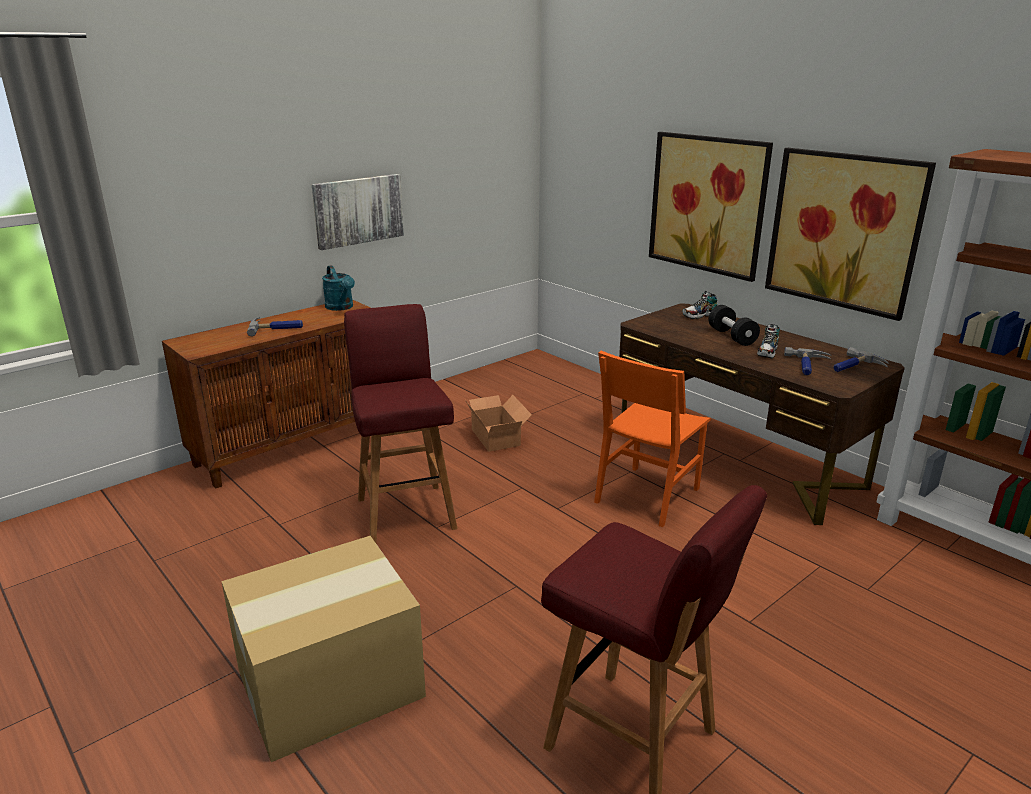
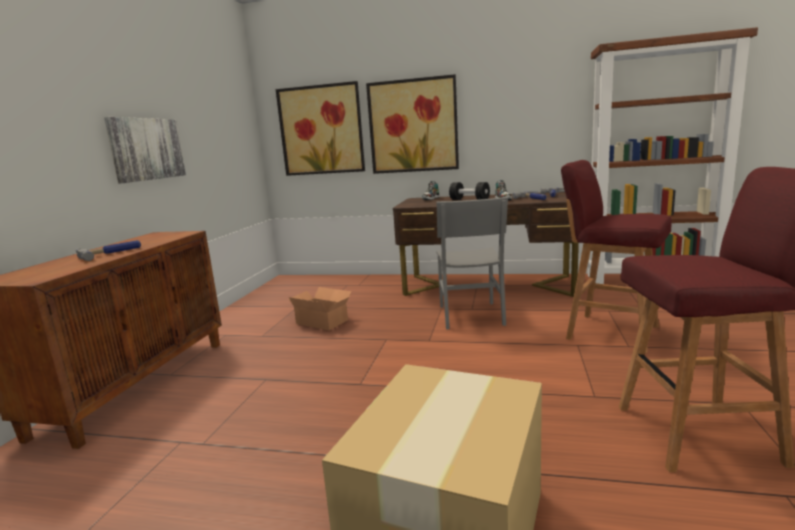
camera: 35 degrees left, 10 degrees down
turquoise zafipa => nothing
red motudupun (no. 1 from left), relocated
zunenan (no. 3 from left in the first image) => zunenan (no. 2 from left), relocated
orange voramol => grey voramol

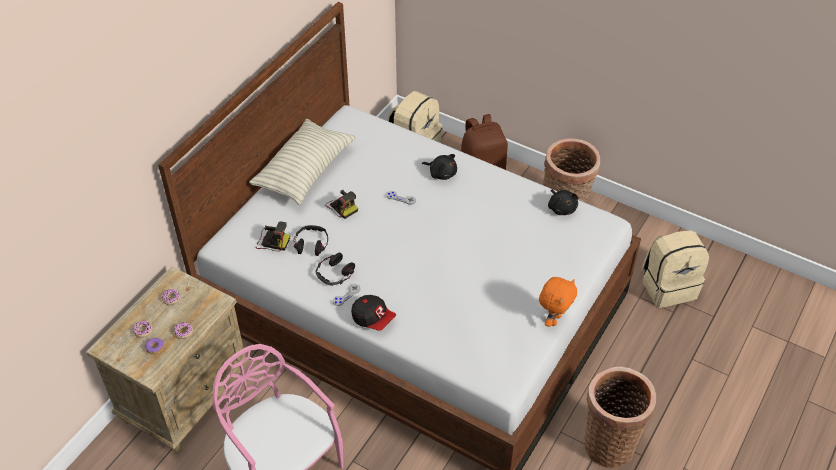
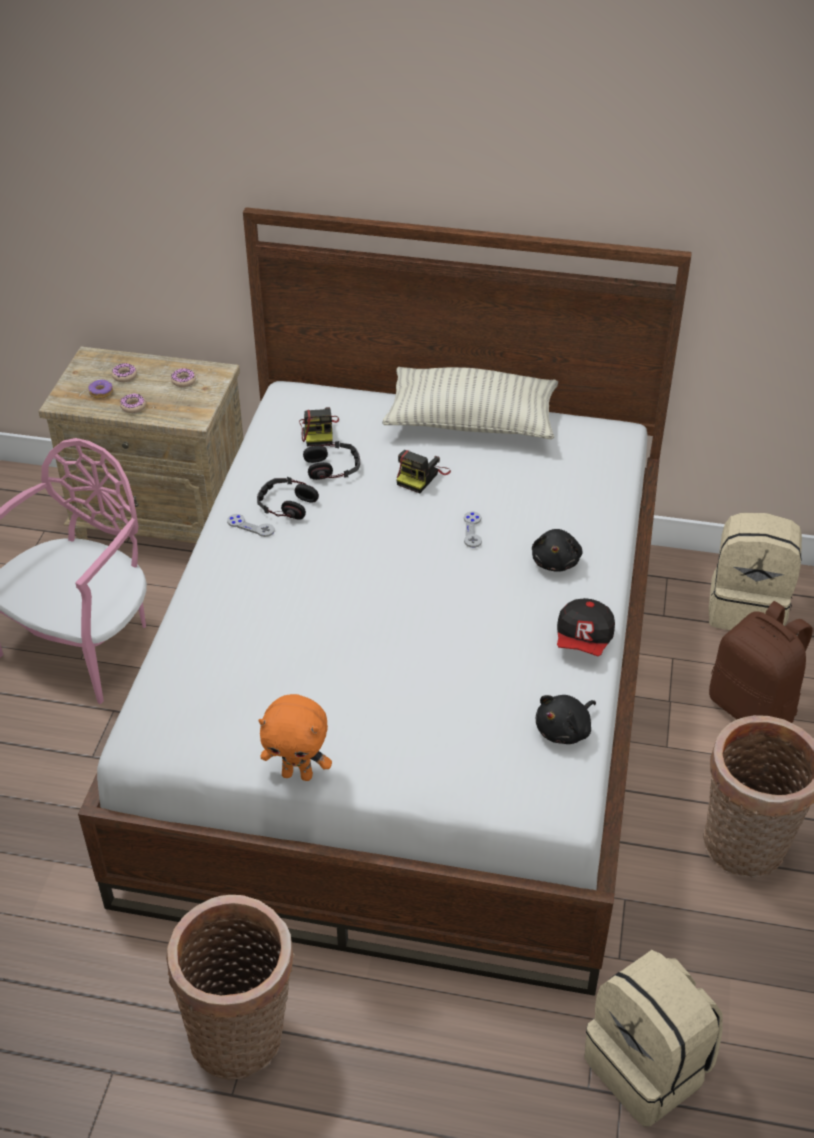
camera: 70 degrees right, 5 degrees down
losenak, relocated

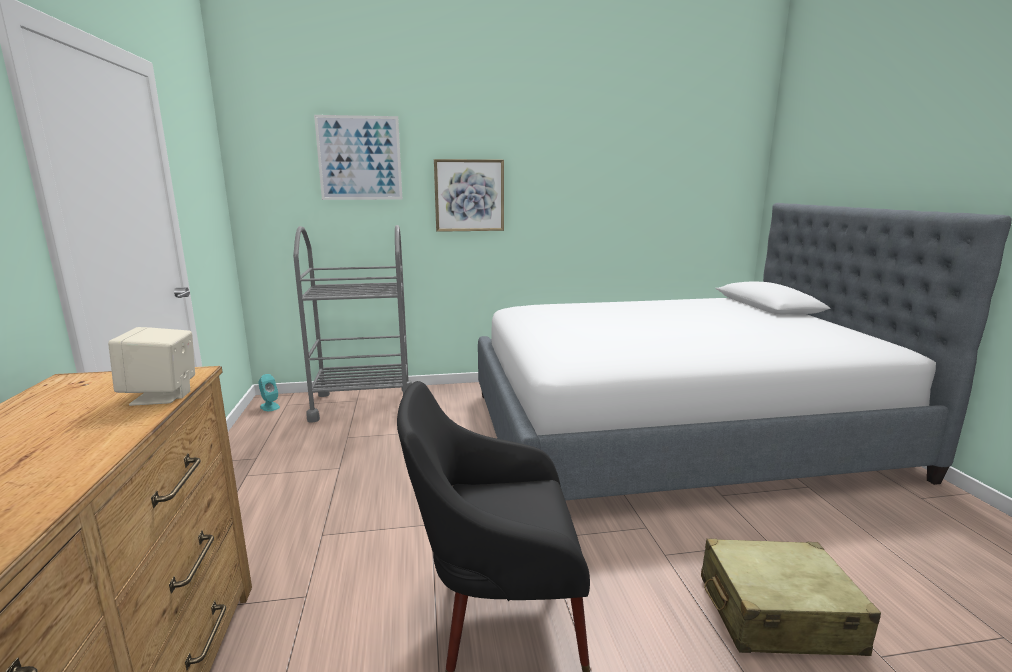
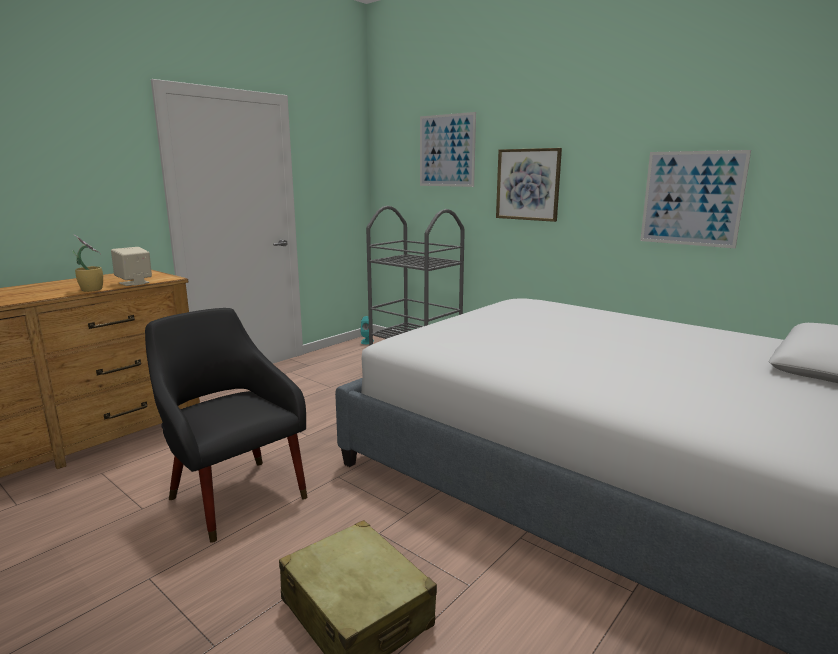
camera: 50 degrees right, 0 degrees up
nothing => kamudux
nothing => zunenan (no. 3 from left)

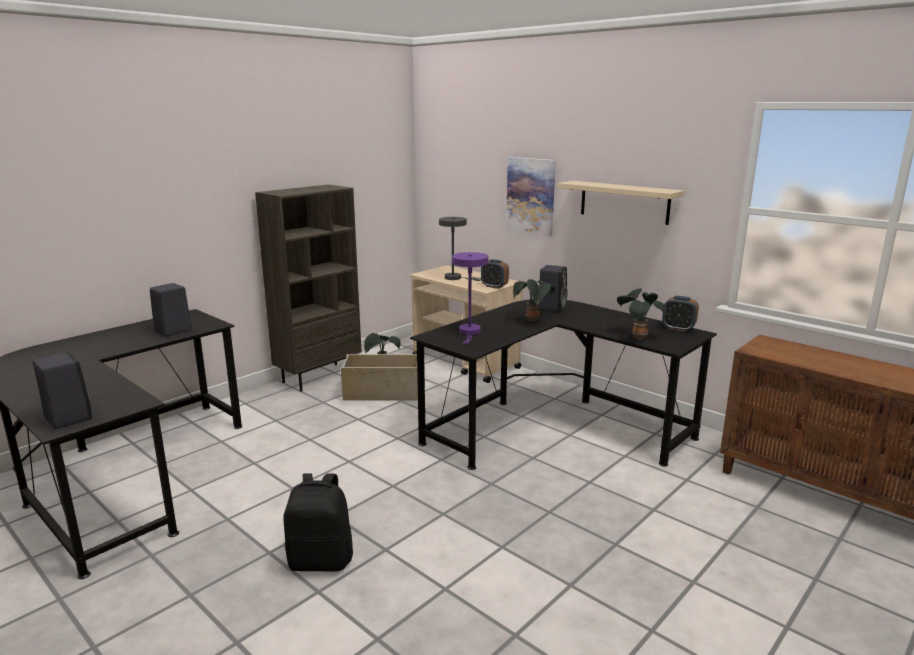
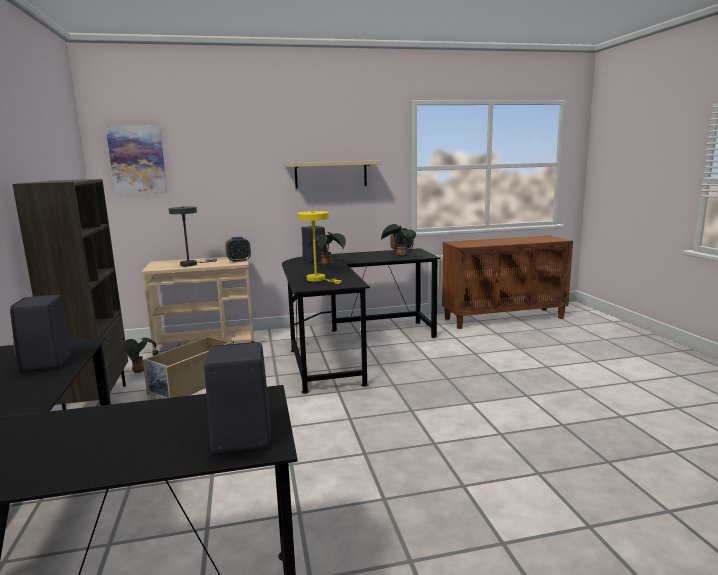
camera: 55 degrees left, 5 degrees down
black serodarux => nothing
zunenan, relocated
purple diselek => yellow diselek

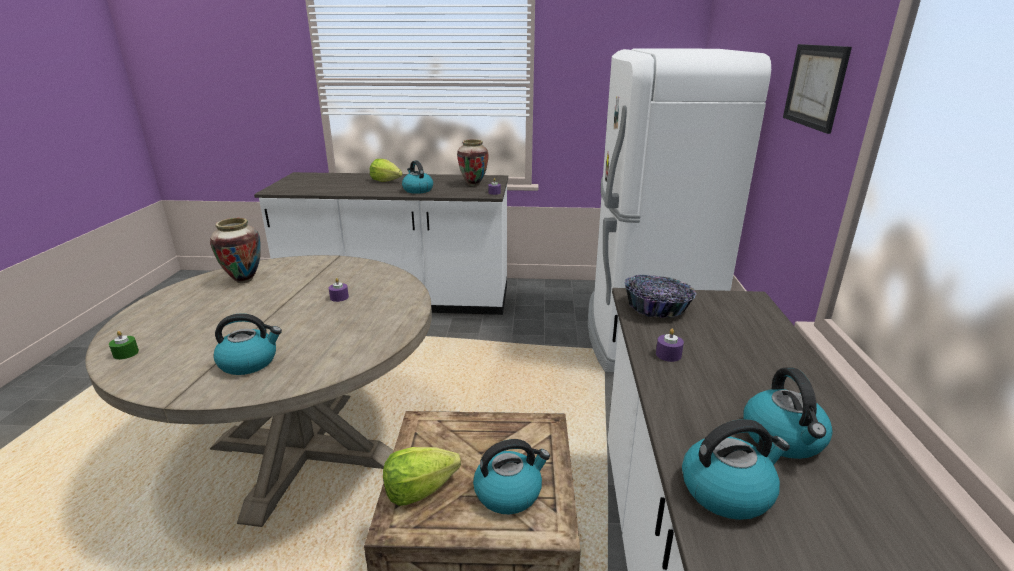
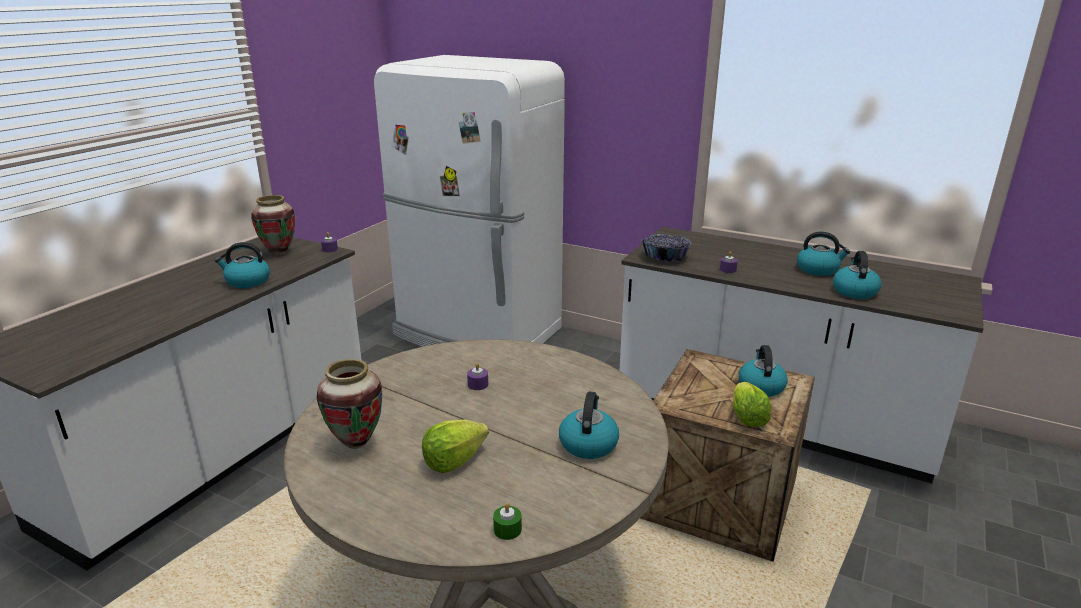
camera: 65 degrees left, 0 degrees up
zunenan => nothing
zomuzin (no. 1 from left), relocated

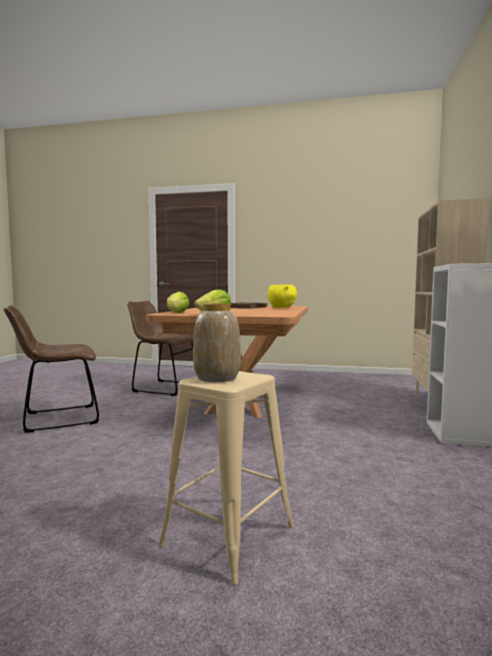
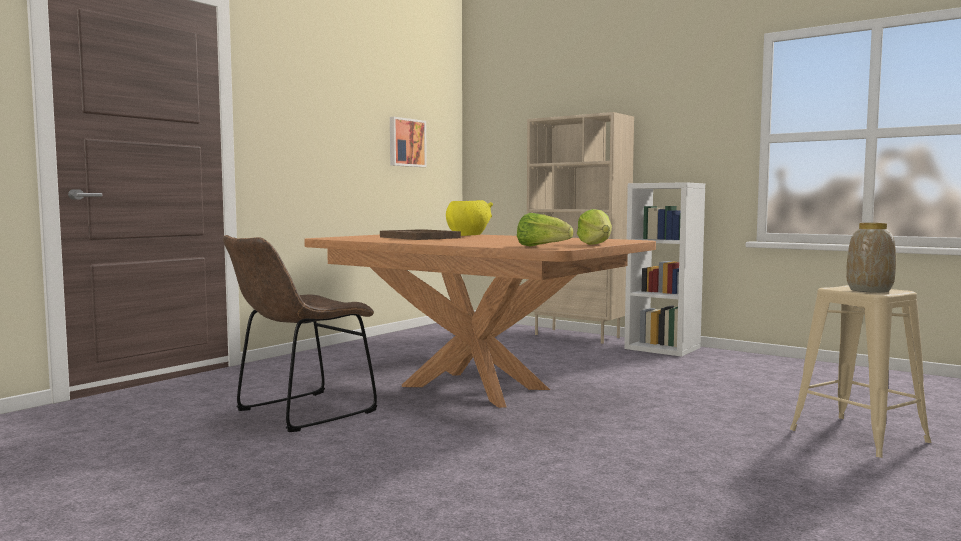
camera: 65 degrees left, 0 degrees up
brown voramol (no. 1 from left) => nothing
nothing => zunenan

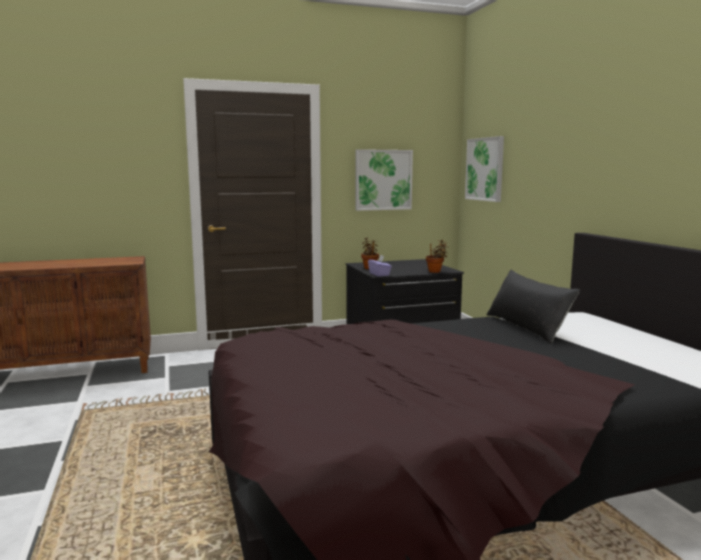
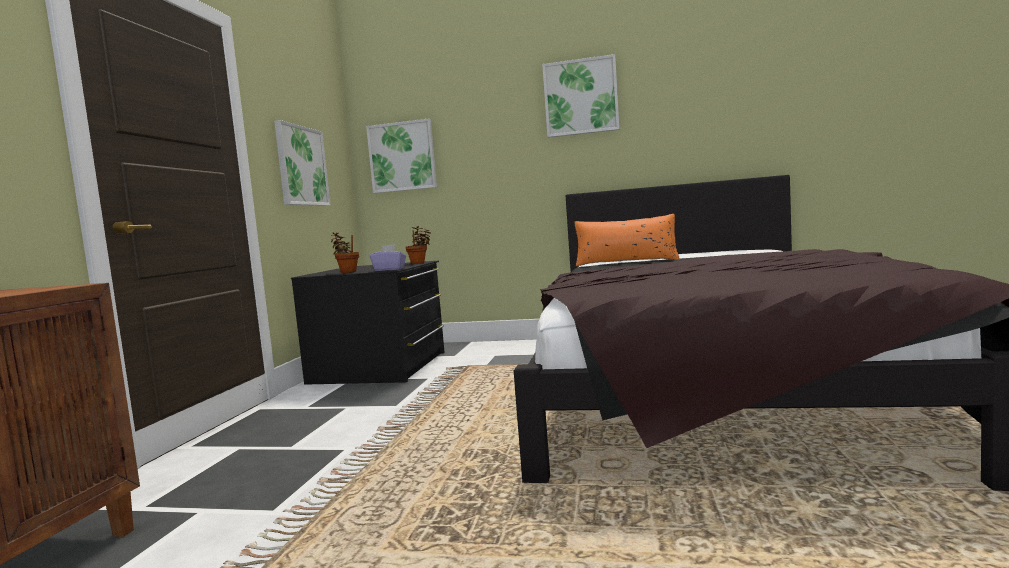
camera: 60 degrees left, 5 degrees down
nothing => zunenan (no. 3 from left)
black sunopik => orange sunopik

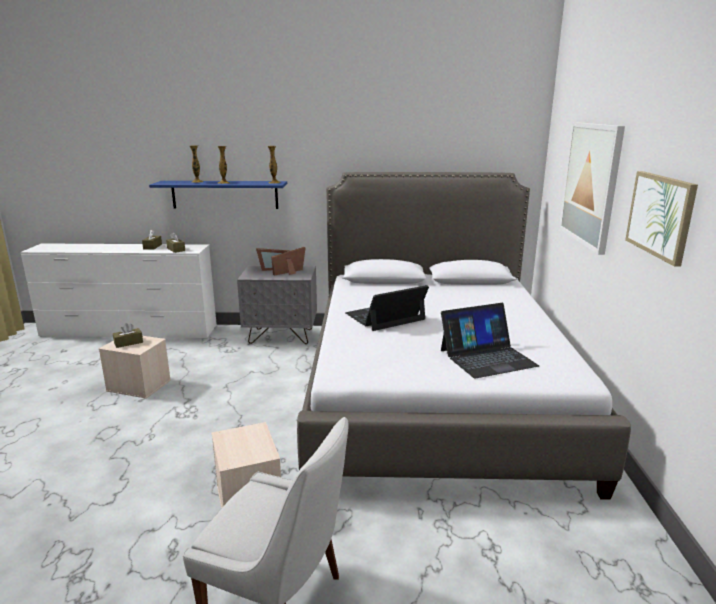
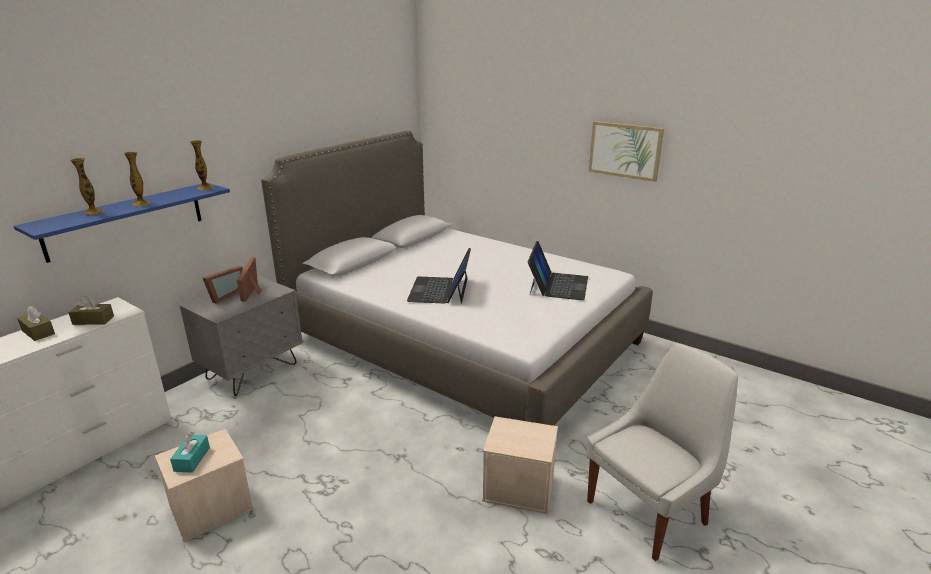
camera: 55 degrees left, 5 degrees up
zunenan (no. 1 from left) => nothing
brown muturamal (no. 1 from left) => turquoise muturamal

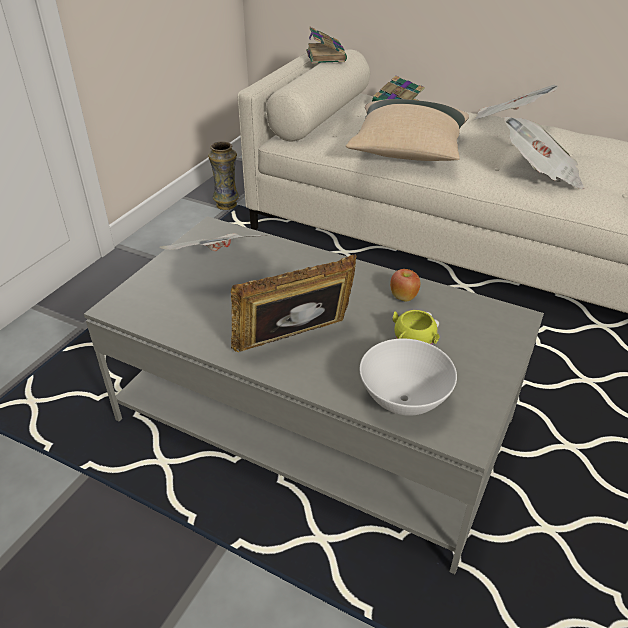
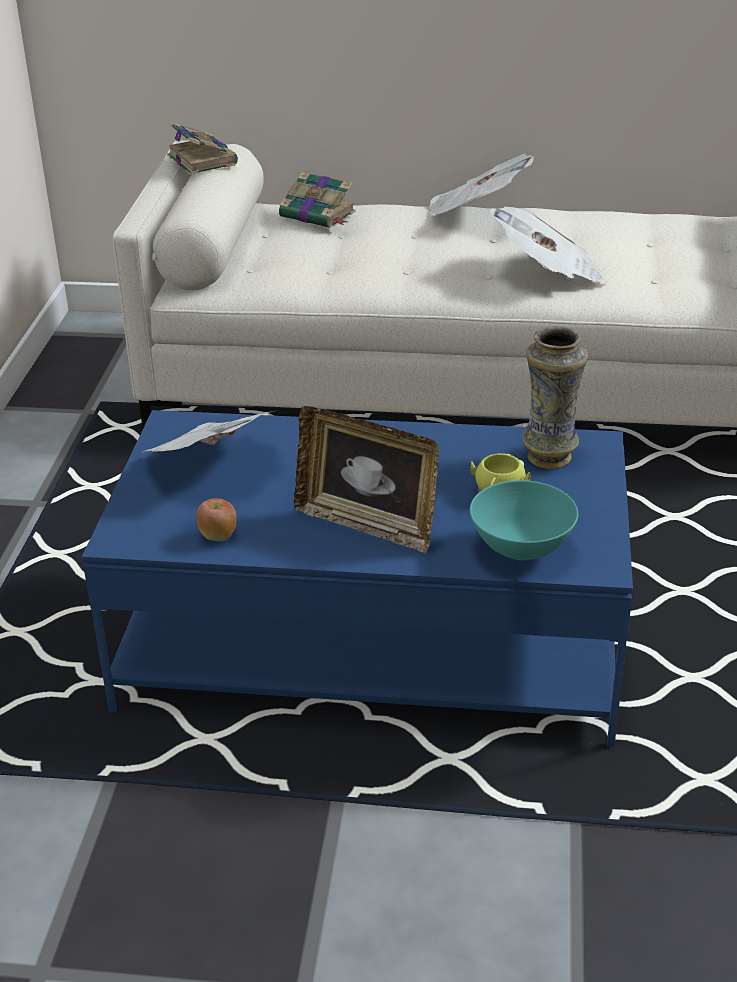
camera: 20 degrees left, 5 degrees down
beige sunopik => nothing
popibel, relocated
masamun, relocated
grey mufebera => blue mufebera
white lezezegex => turquoise lezezegex
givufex, 105 degrees counterclockwise

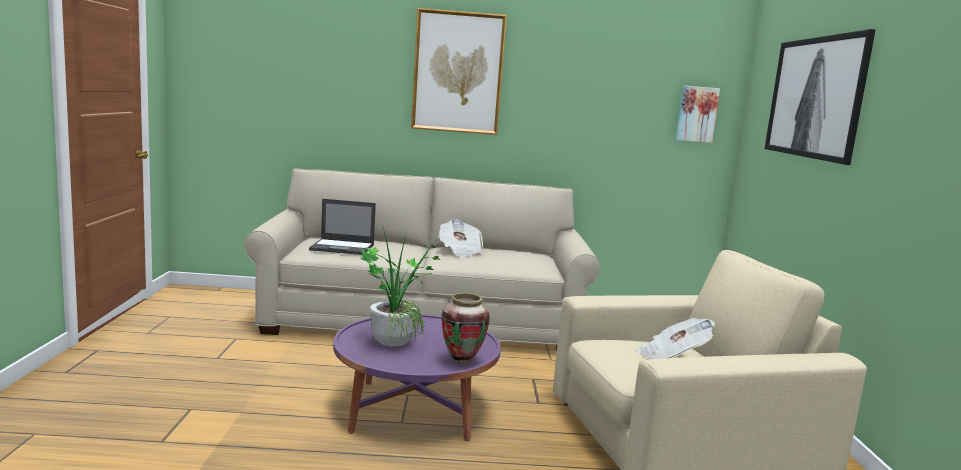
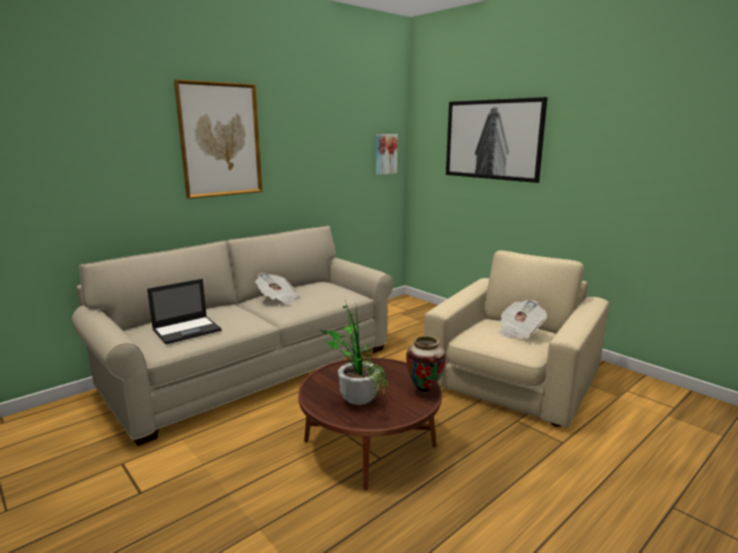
camera: 40 degrees left, 5 degrees up
purple mufebera => brown mufebera

